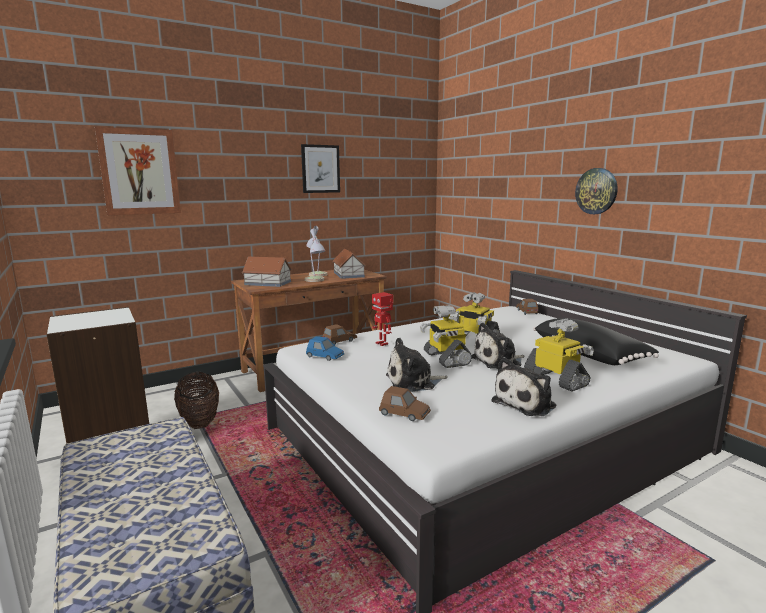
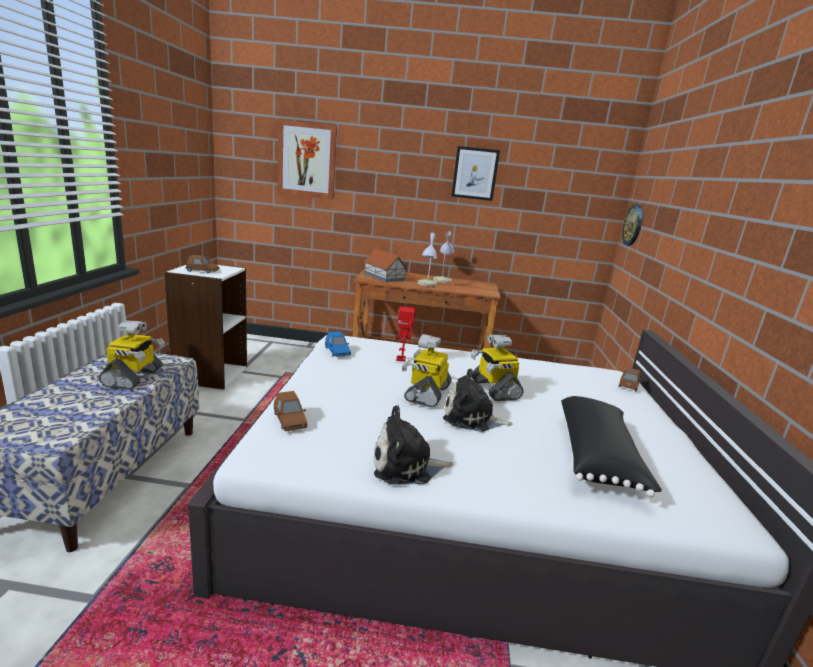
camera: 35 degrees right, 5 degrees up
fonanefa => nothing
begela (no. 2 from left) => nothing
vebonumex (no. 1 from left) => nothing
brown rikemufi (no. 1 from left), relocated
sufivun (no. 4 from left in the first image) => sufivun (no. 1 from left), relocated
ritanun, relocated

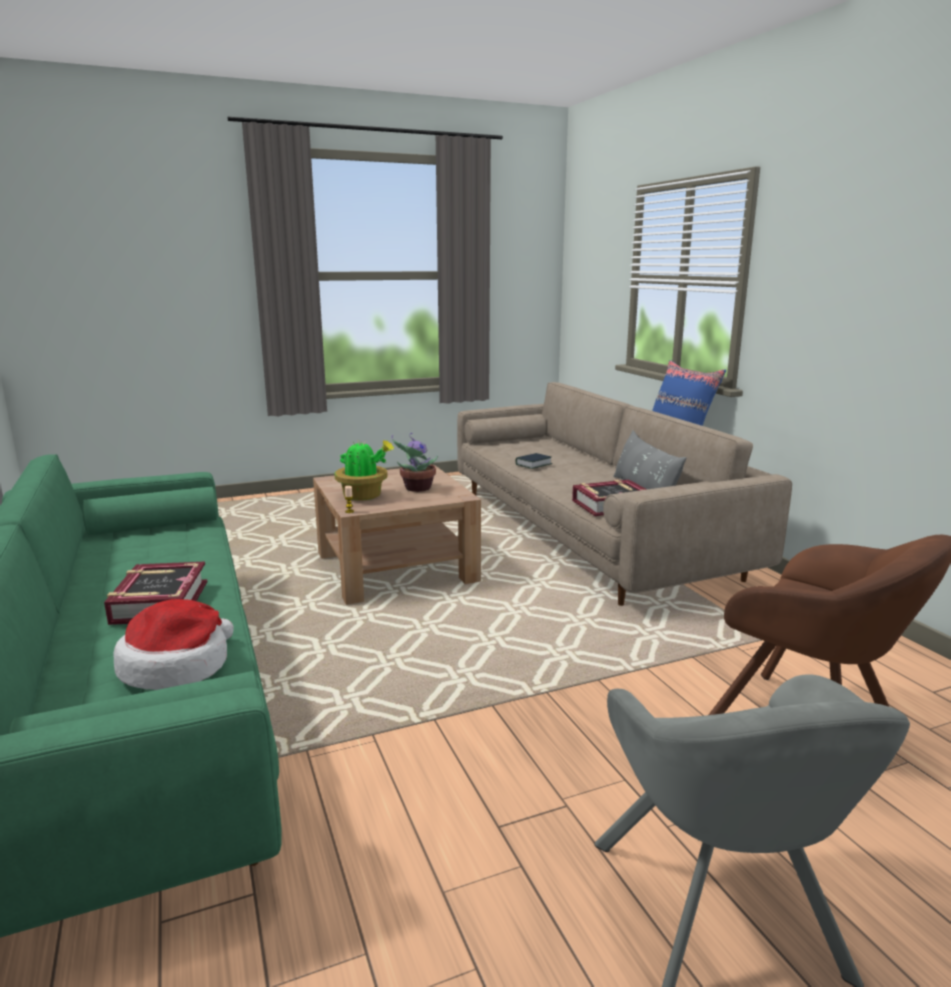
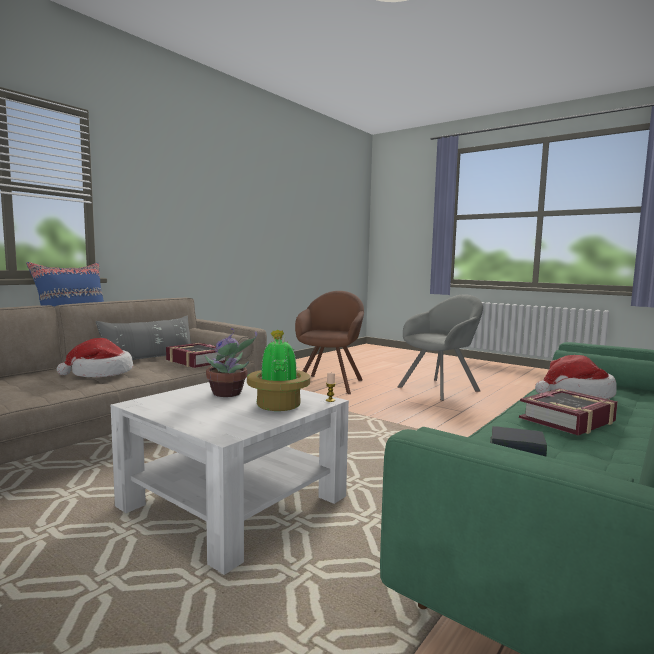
camera: 120 degrees left, 10 degrees down
nothing => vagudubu (no. 1 from left)
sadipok (no. 2 from left), relocated
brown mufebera => white mufebera

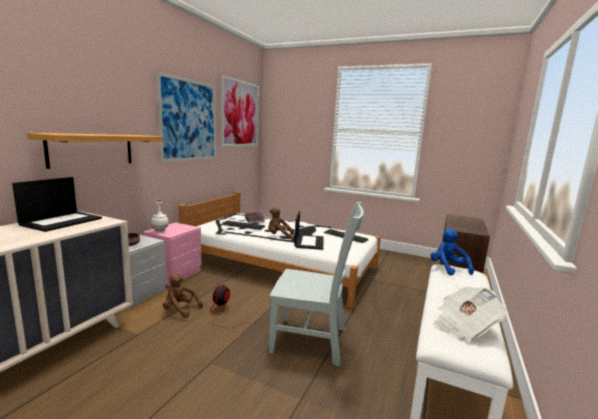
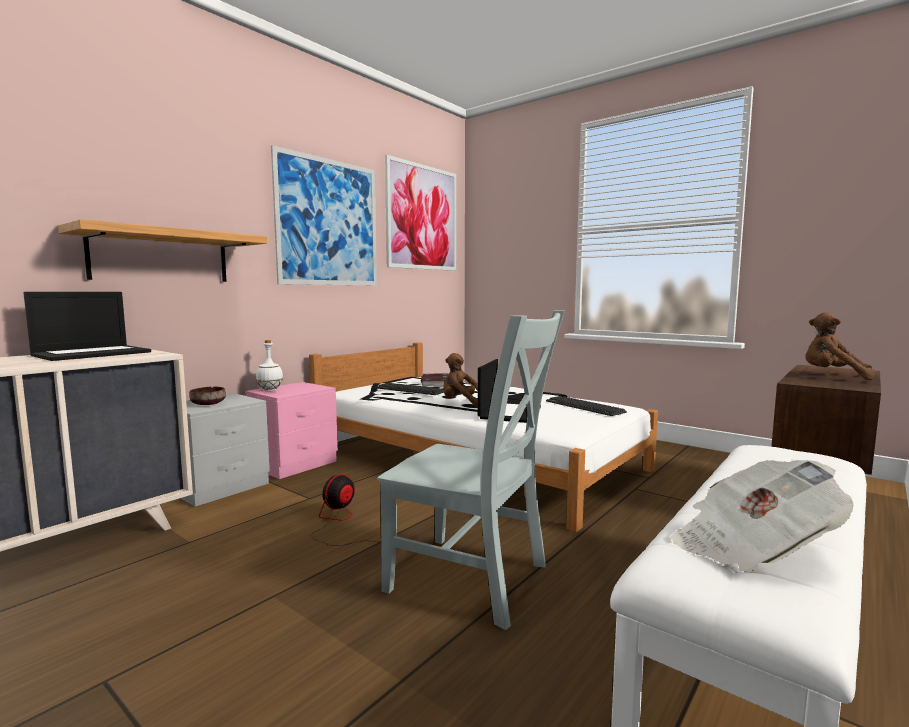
camera: 15 degrees right, 5 degrees down
blue vebonumex => nothing
brown vebonumex (no. 1 from left in the first image) => brown vebonumex (no. 2 from left), relocated

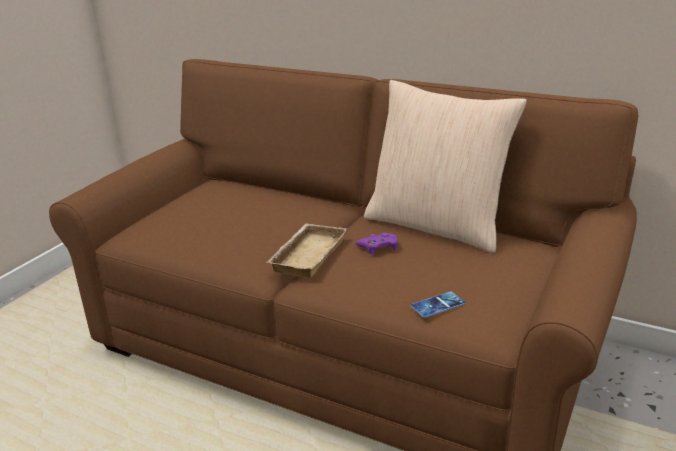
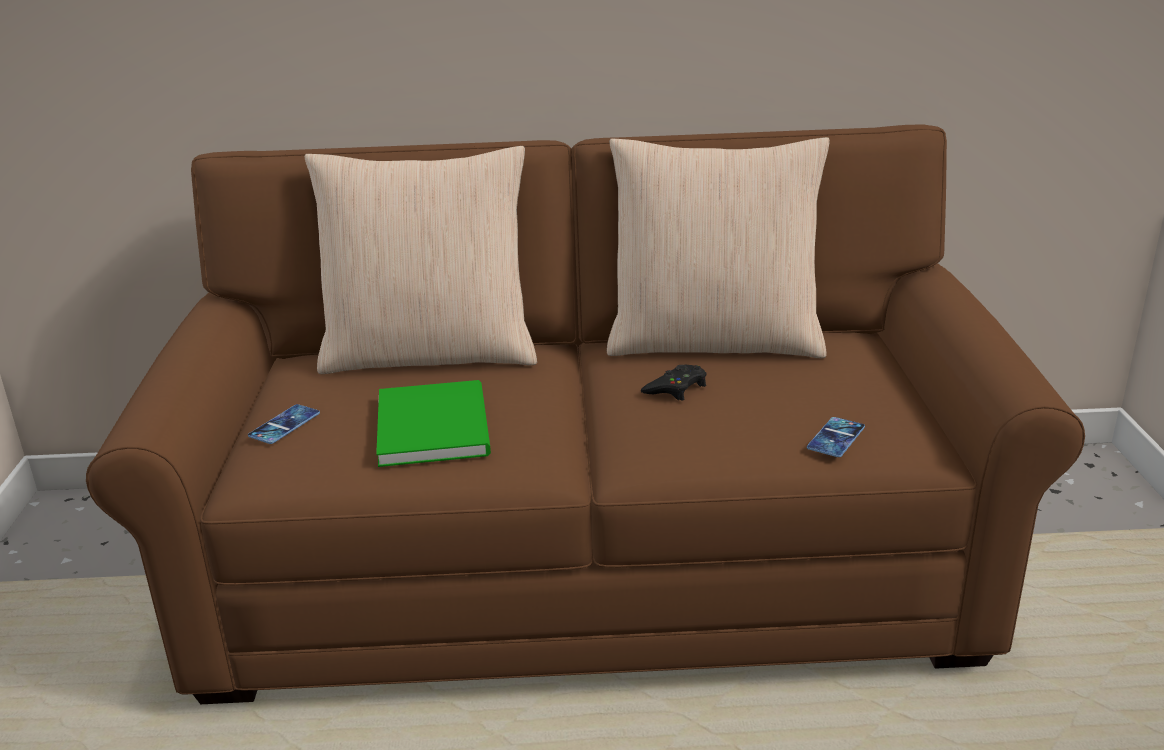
camera: 30 degrees left, 0 degrees up
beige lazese => nothing
nothing => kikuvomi (no. 1 from left)
nothing => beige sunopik (no. 1 from left)
nothing => green sadipok
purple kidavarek => black kidavarek

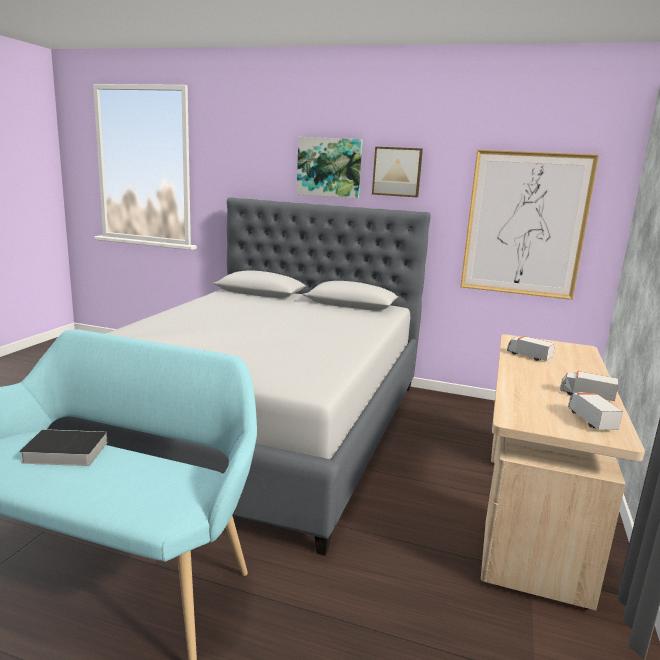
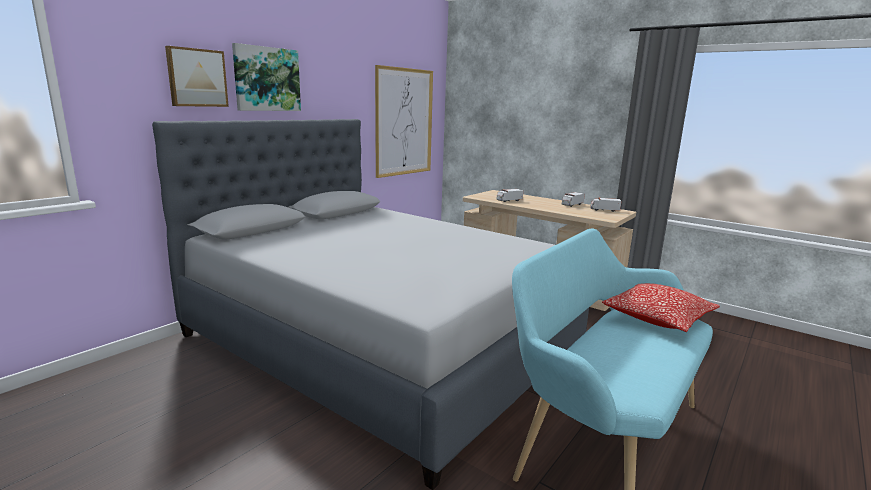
camera: 70 degrees left, 0 degrees up
sadipok => nothing
nothing => sunopik
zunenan (no. 2 from left in the first image) => zunenan (no. 1 from left), relocated

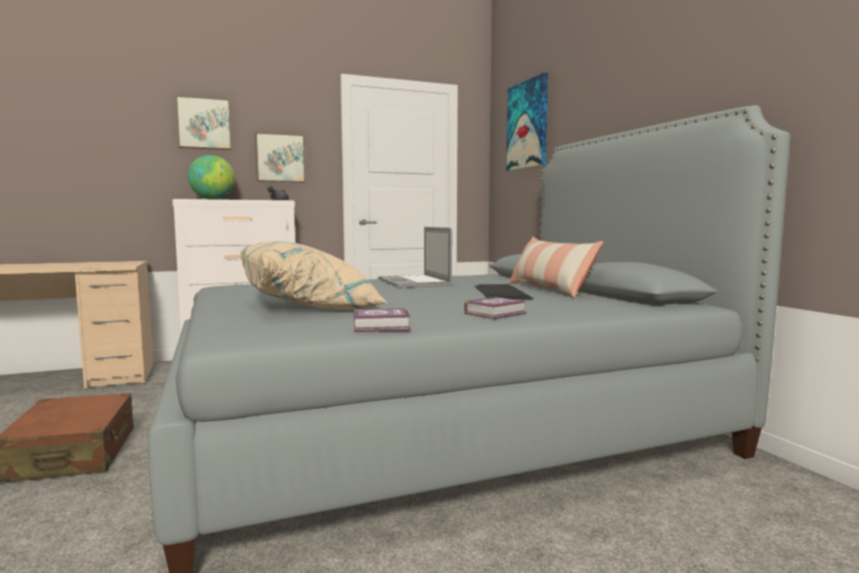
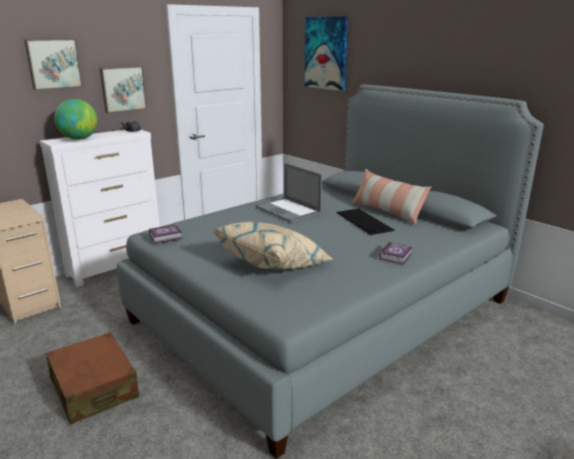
camera: 20 degrees left, 15 degrees up
sadipok (no. 1 from left), relocated

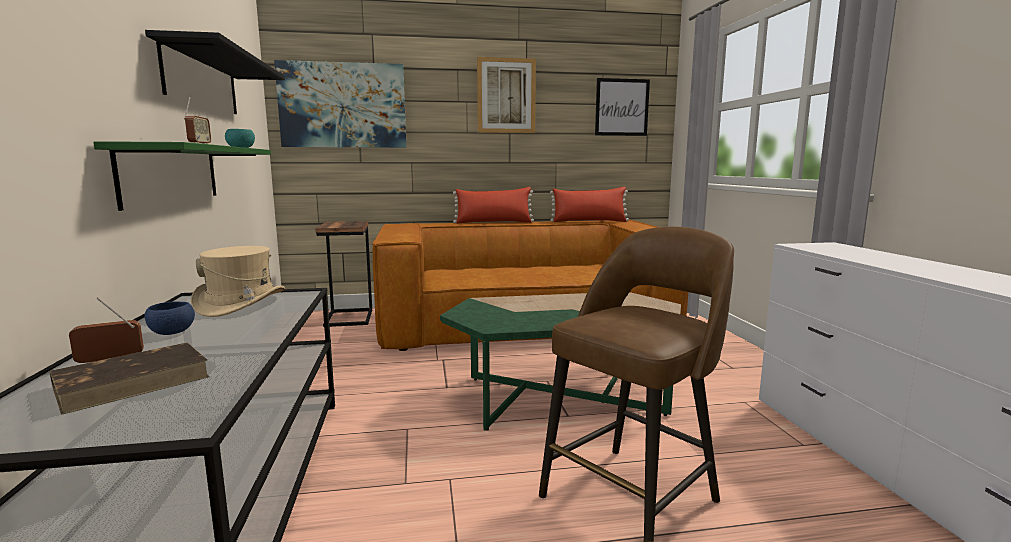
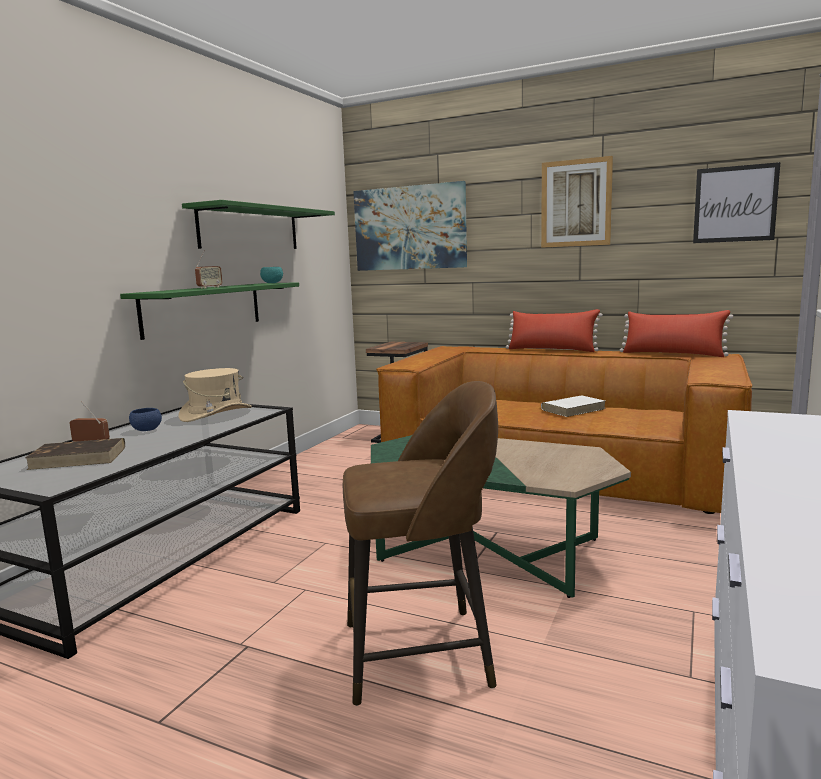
camera: 35 degrees right, 0 degrees up
nothing => white sadipok
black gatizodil => green gatizodil (no. 2 from left)

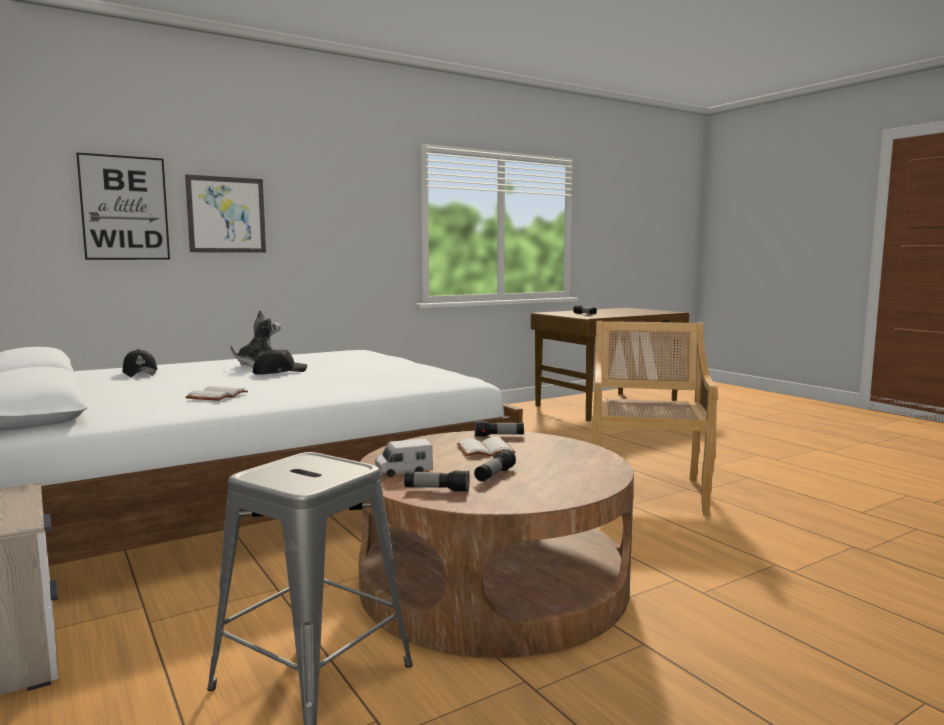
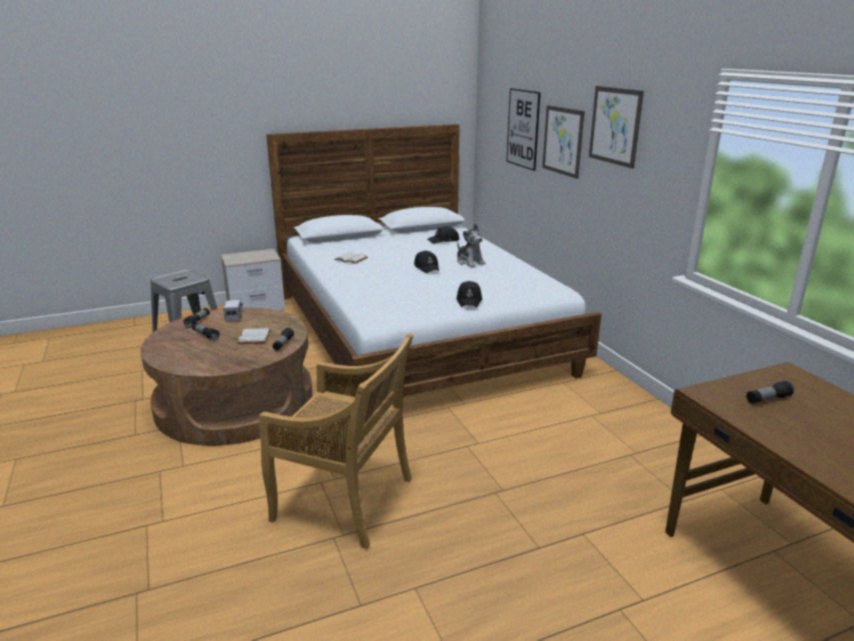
camera: 100 degrees right, 15 degrees up
nothing => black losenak (no. 3 from left)
nothing => zunenan (no. 3 from left)

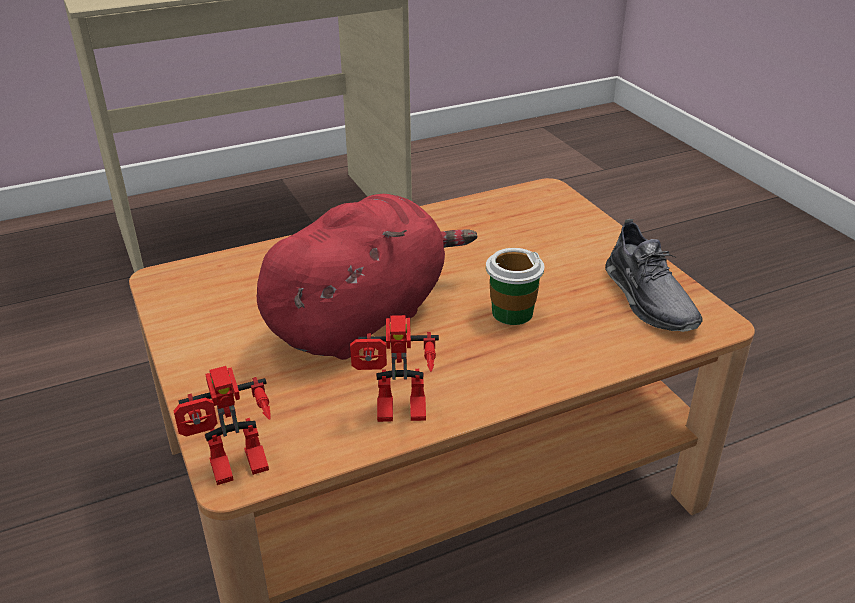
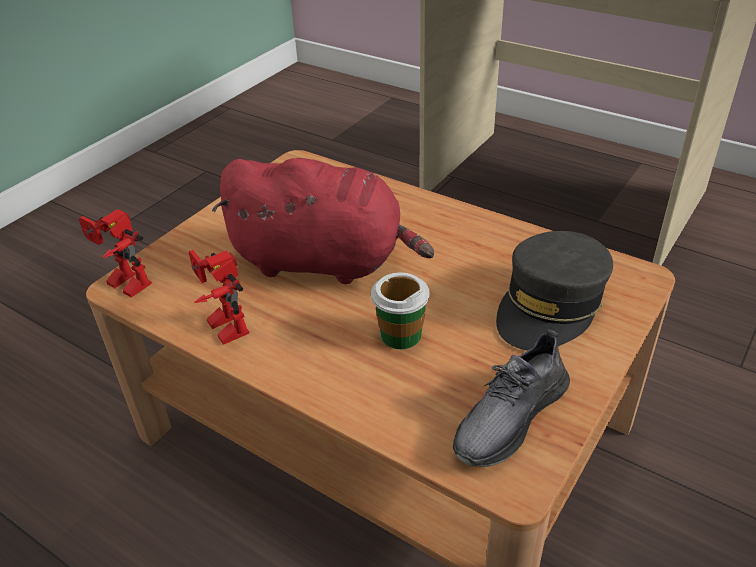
camera: 60 degrees right, 5 degrees up
nothing => grey losenak

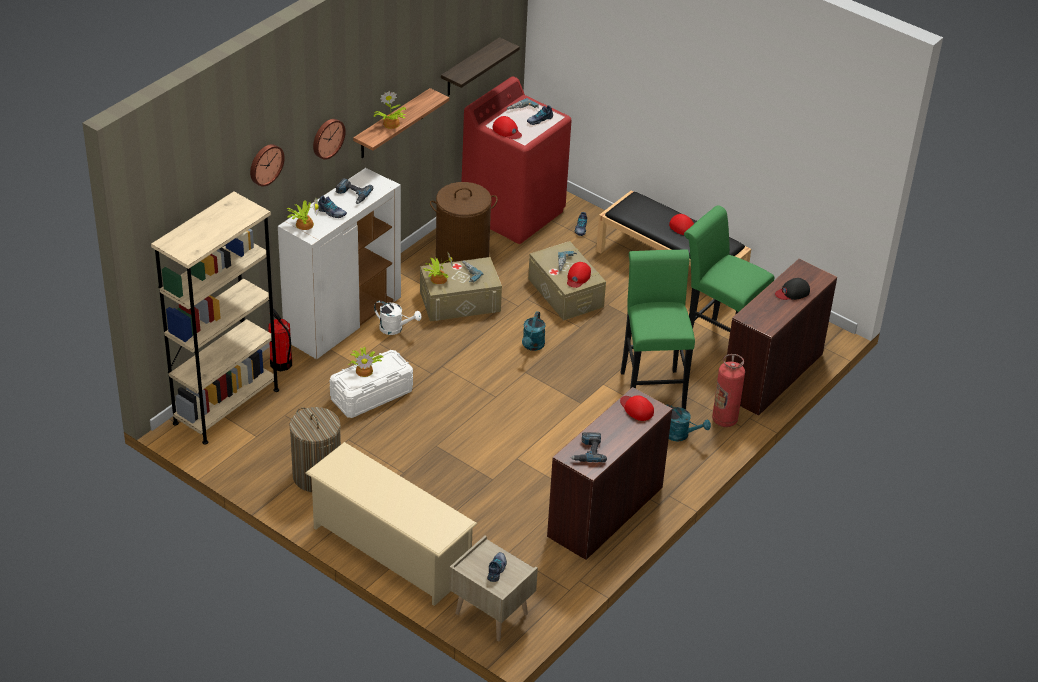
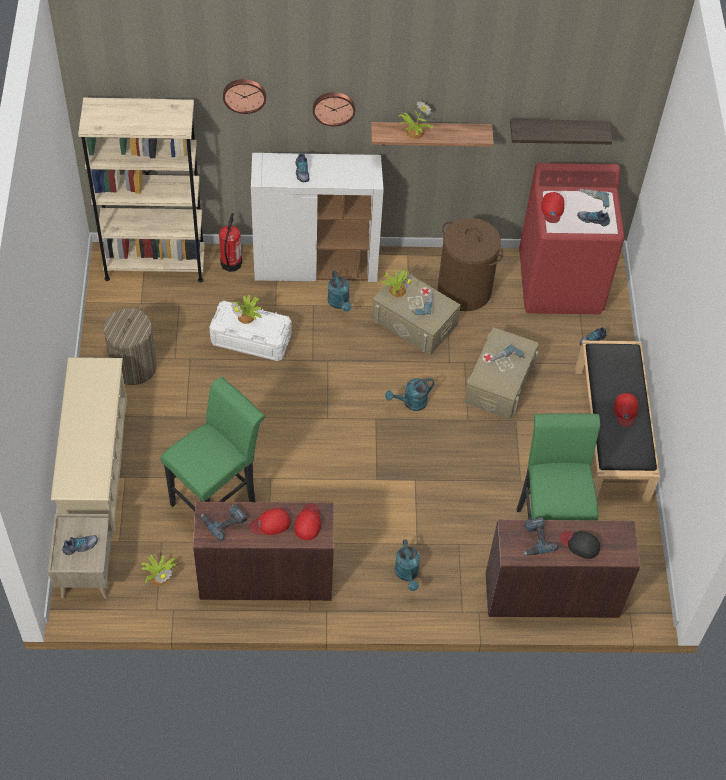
camera: 50 degrees right, 15 degrees up
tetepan (no. 2 from left) => nothing
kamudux (no. 1 from left), relocated
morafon (no. 1 from left in the first image) => morafon (no. 4 from left), relocated
red losenak (no. 2 from left in the first image) => red losenak (no. 1 from left), relocated
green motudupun (no. 1 from left), relocated
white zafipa => turquoise zafipa (no. 1 from left)

